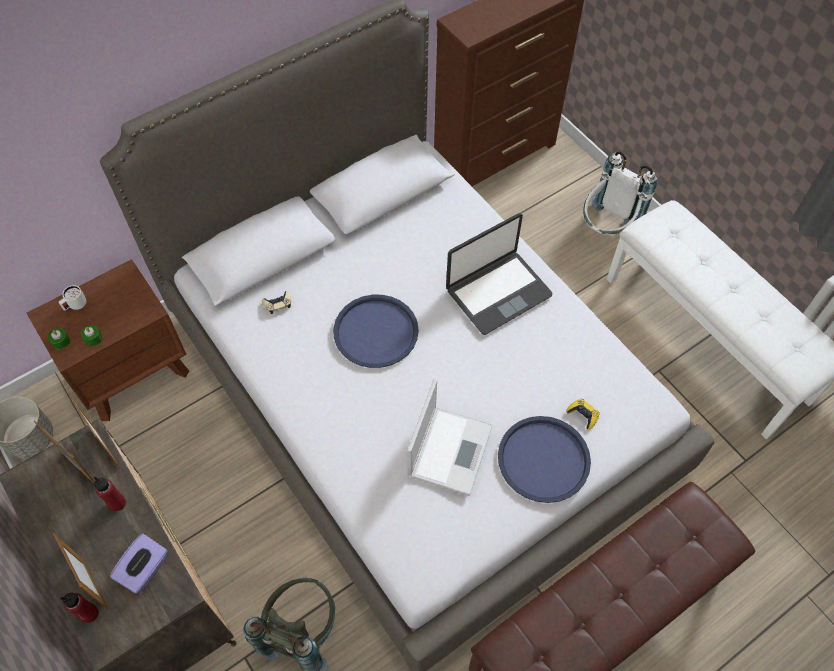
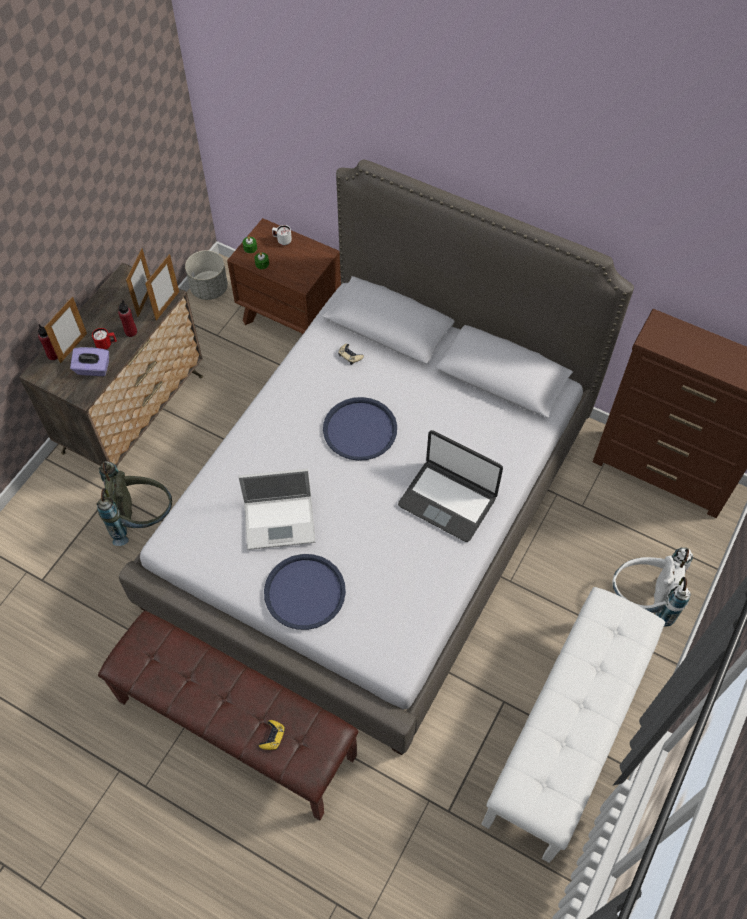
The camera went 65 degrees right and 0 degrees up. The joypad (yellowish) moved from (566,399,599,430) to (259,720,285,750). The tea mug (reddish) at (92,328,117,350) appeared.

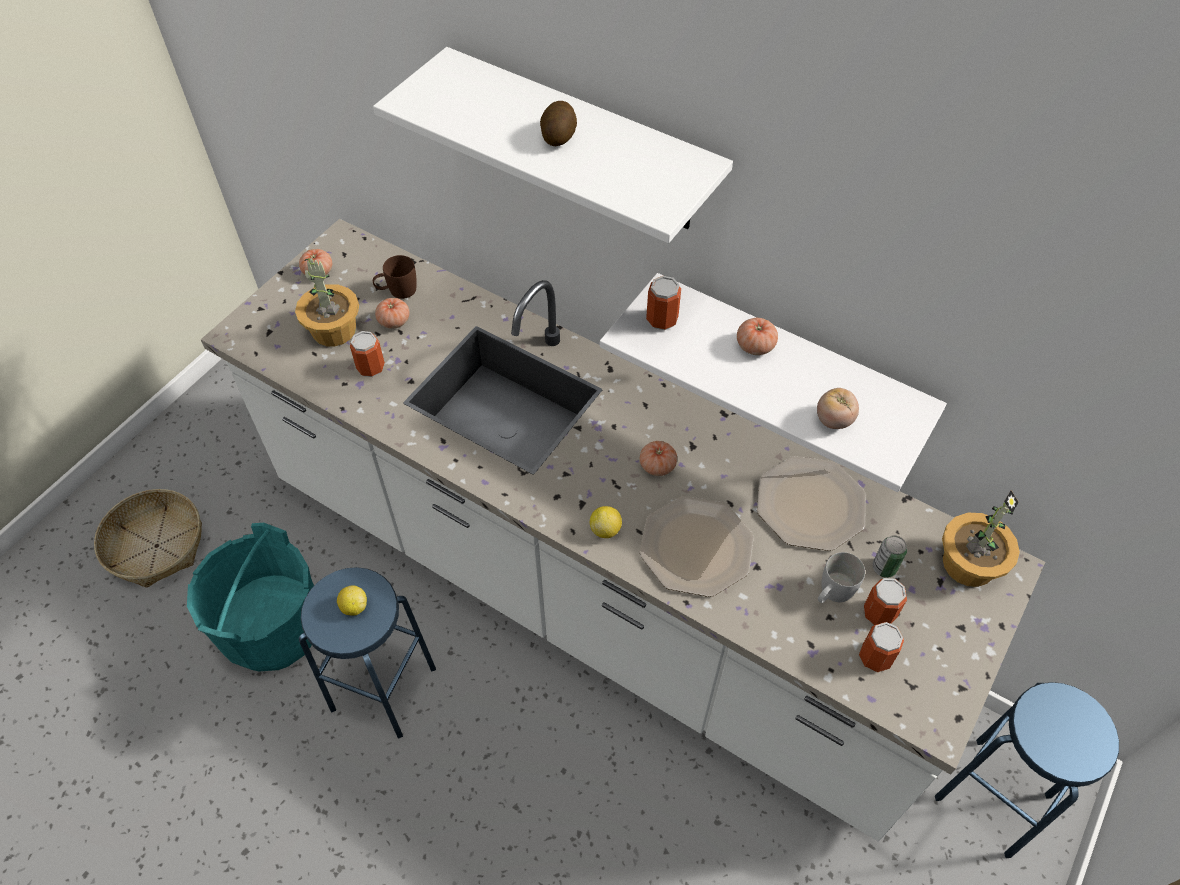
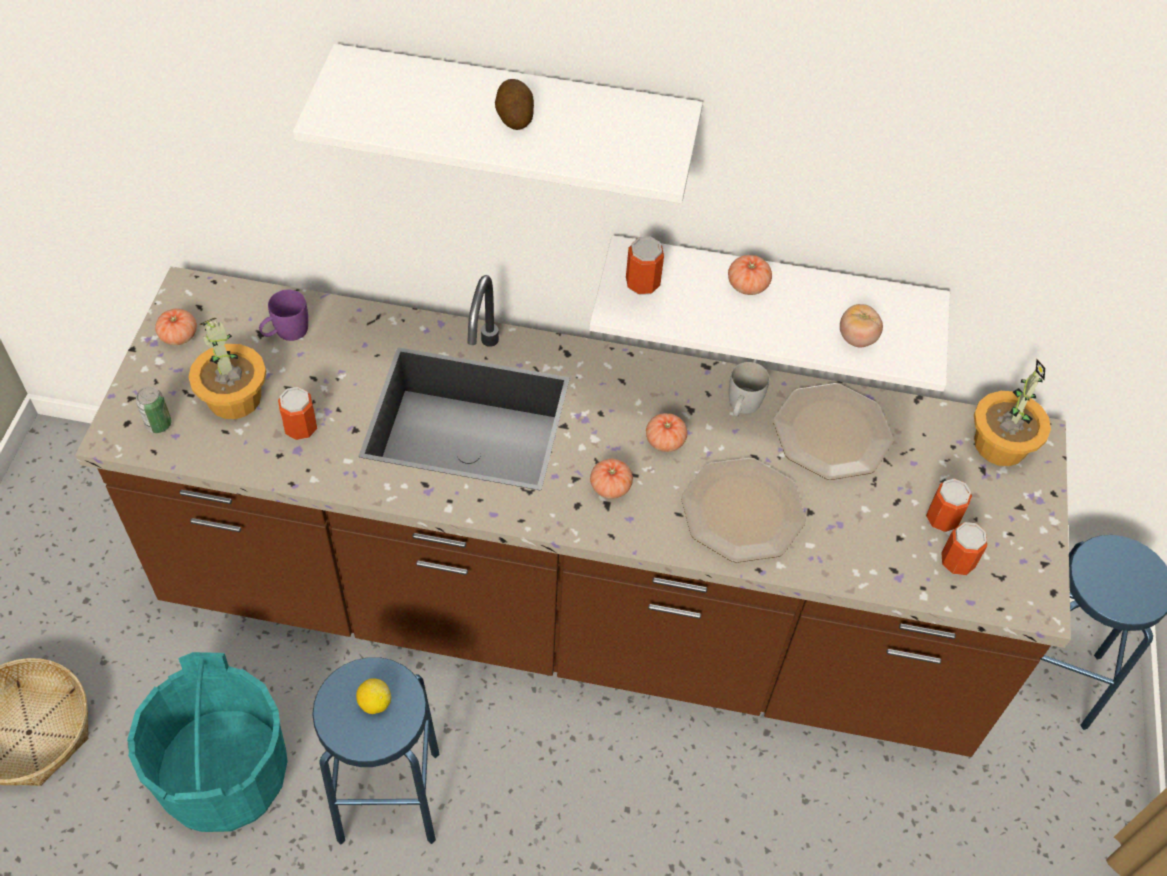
The camera went 25 degrees left and 0 degrees up. The kitchen counter (whitish) at (200,219,1045,841) became the kitchen counter (brown) at (75,266,1071,757). The tea mug (brown) at (373,255,417,299) became the tea mug (purple-coloured) at (259,290,308,341). The fresh tomato moved from (375,298,409,329) to (590,459,633,499). The citrus fruit at (590,506,622,538) disappeared. The tea mug (whitish) moved from (818,552,865,603) to (729,362,770,417). The sealed can moved from (872,535,907,578) to (136,386,172,433).

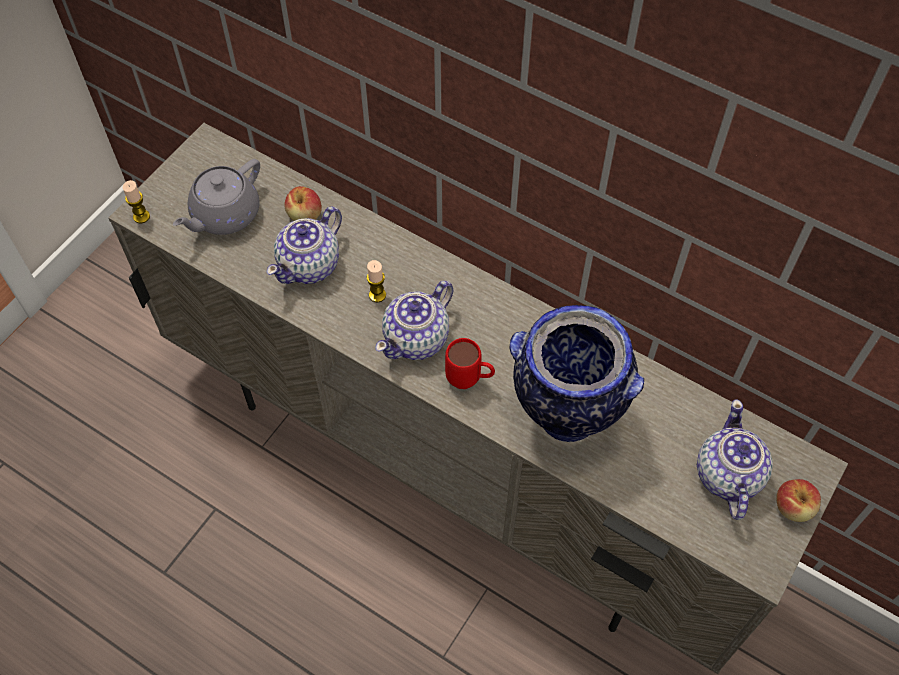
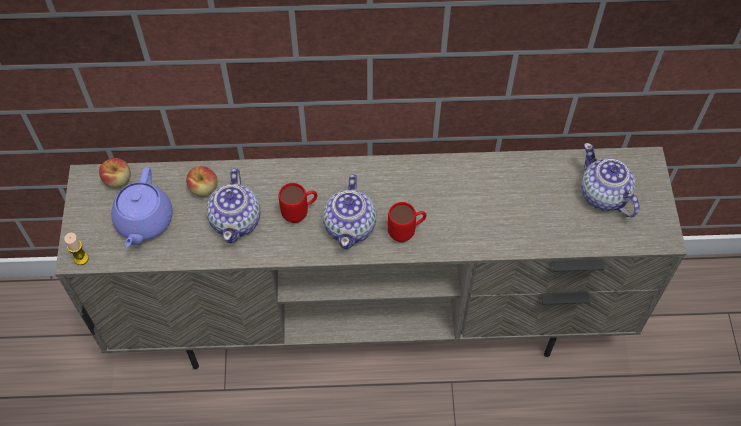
The camera went 35 degrees left and 0 degrees up. The pot for tea (greyish) at (173,159,260,235) became the pot for tea (purple-coloured) at (111,167,173,247). The wax candle at (367,260,386,302) was replaced by the tea mug (reddish) at (278,183,317,223). The decorative vase at (510,305,644,442) disappeared. The whole apple moved from (776,479,821,522) to (99,158,131,188).

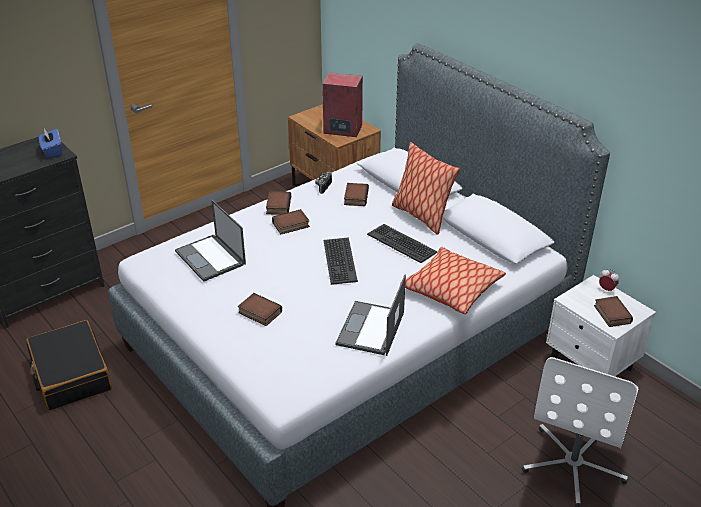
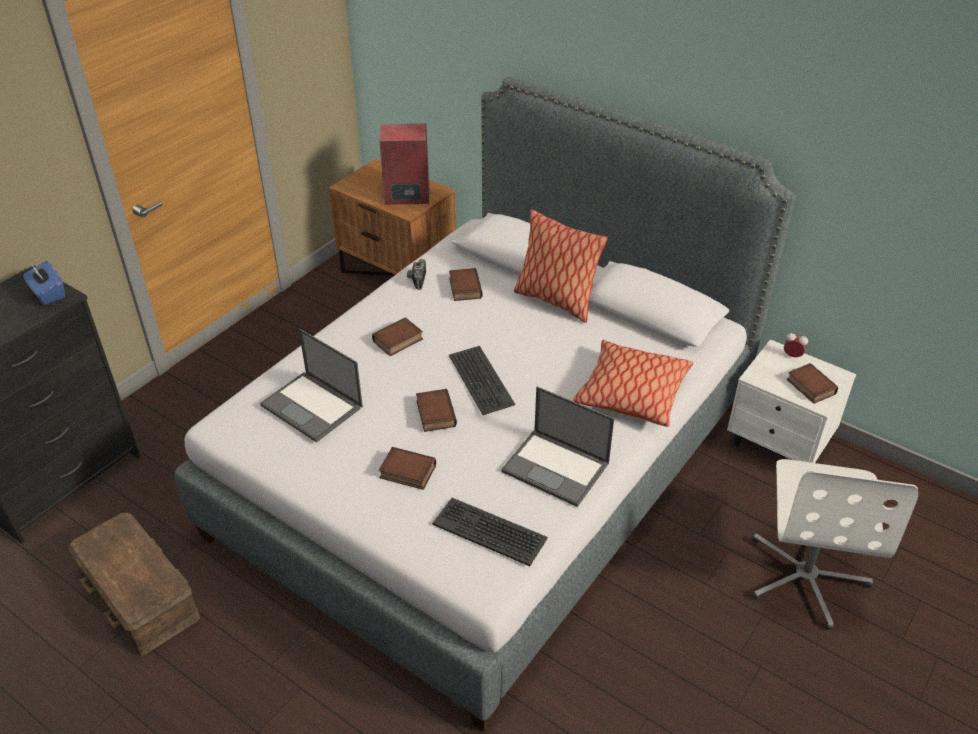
The camera went 15 degrees left and 5 degrees up. The travel case (black-coloured) at (26,320,112,411) was replaced by the storage box (brown) at (68,513,200,656). The bound book moved from (266,191,291,215) to (416,389,457,432). The laptop at (335,275,406,356) turned 60 degrees counterclockwise. The computer keyboard moved from (367,224,437,263) to (432,498,548,566).

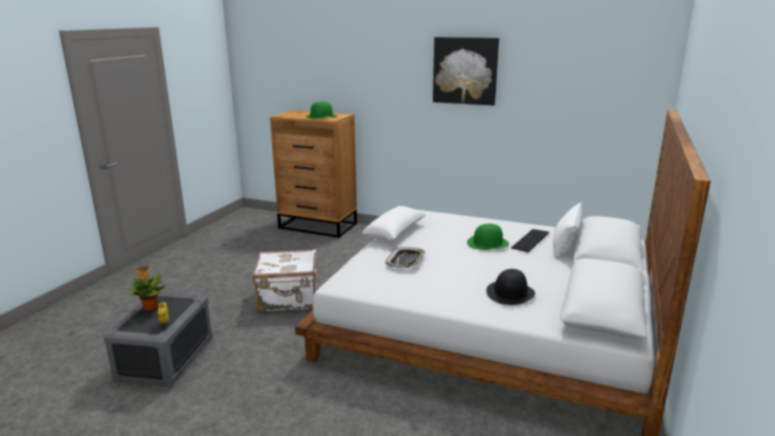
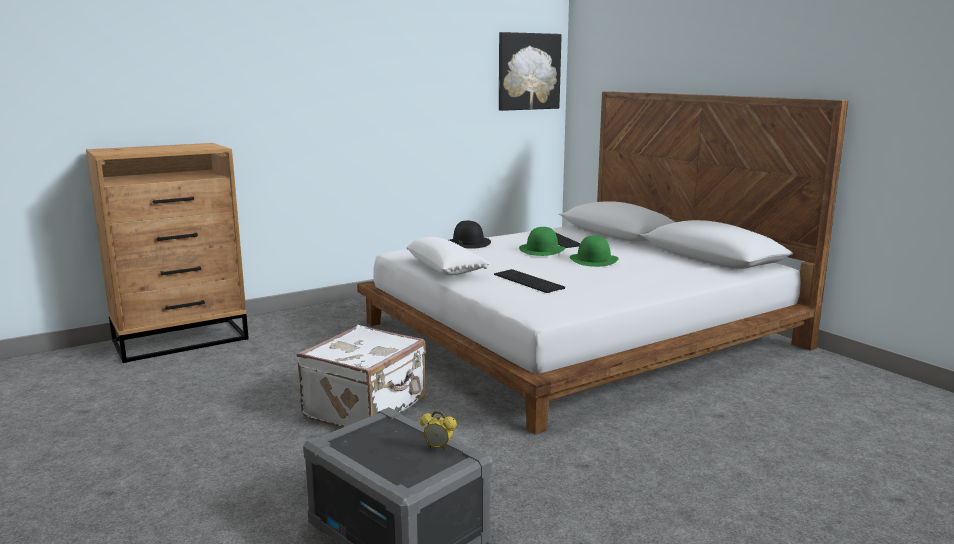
The camera went 55 degrees left and 5 degrees down. The houseplant at (128,266,166,311) disappeared. The hat (green) moved from (306,101,338,119) to (570,235,618,267). The serving tray at (386,247,425,268) was replaced by the computer keyboard at (494,269,565,293). The wall picture moved from (433,37,499,106) to (499,32,562,111). The hat (black-coloured) moved from (486,269,535,305) to (449,221,491,249). The cushion (whitish) at (553,203,583,259) disappeared.

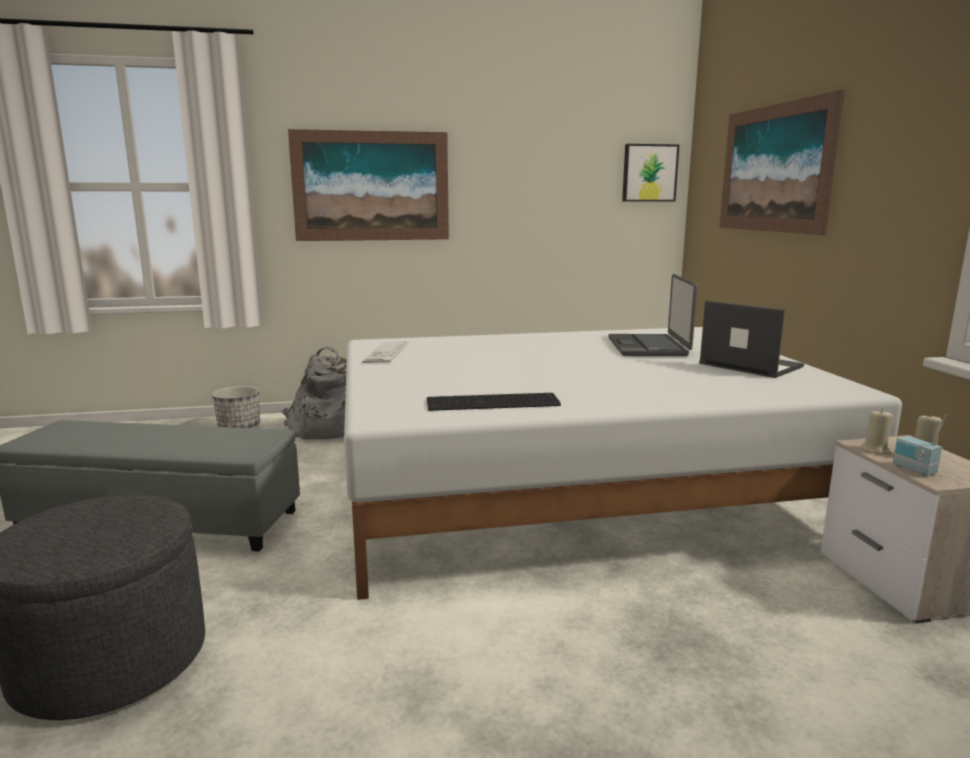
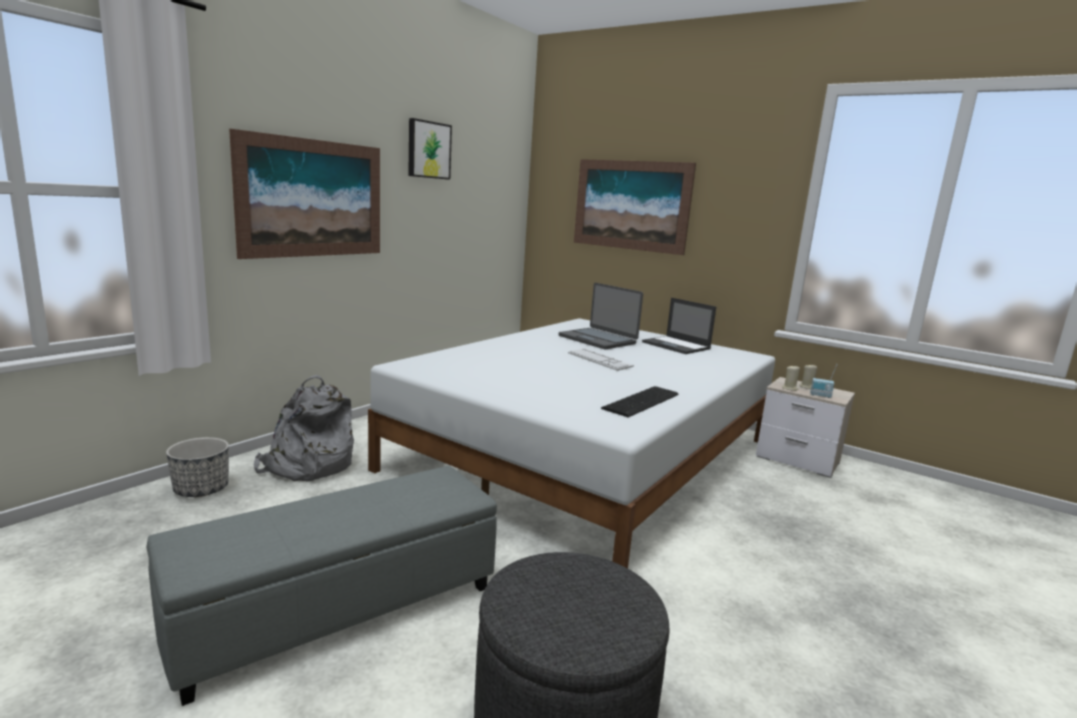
The camera went 45 degrees left and 0 degrees up. The computer keyboard moved from (362,341,409,363) to (568,348,634,371). The wall picture moved from (622,144,679,201) to (408,118,452,180). The laptop at (699,300,804,378) turned 135 degrees counterclockwise.

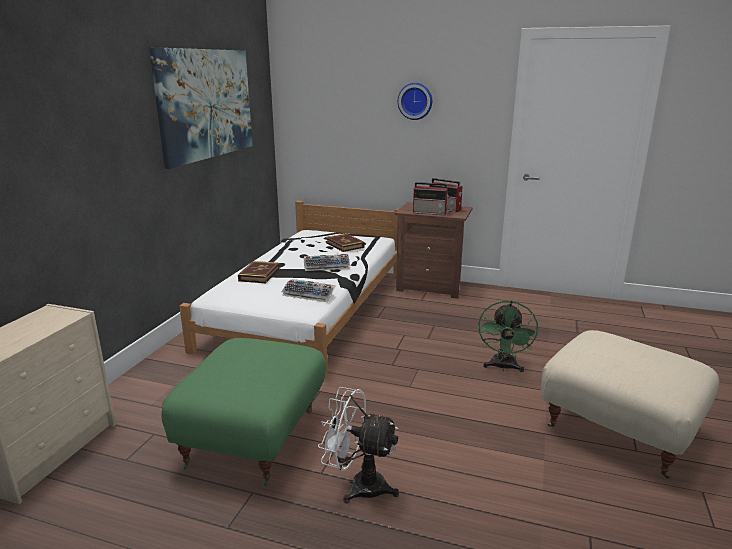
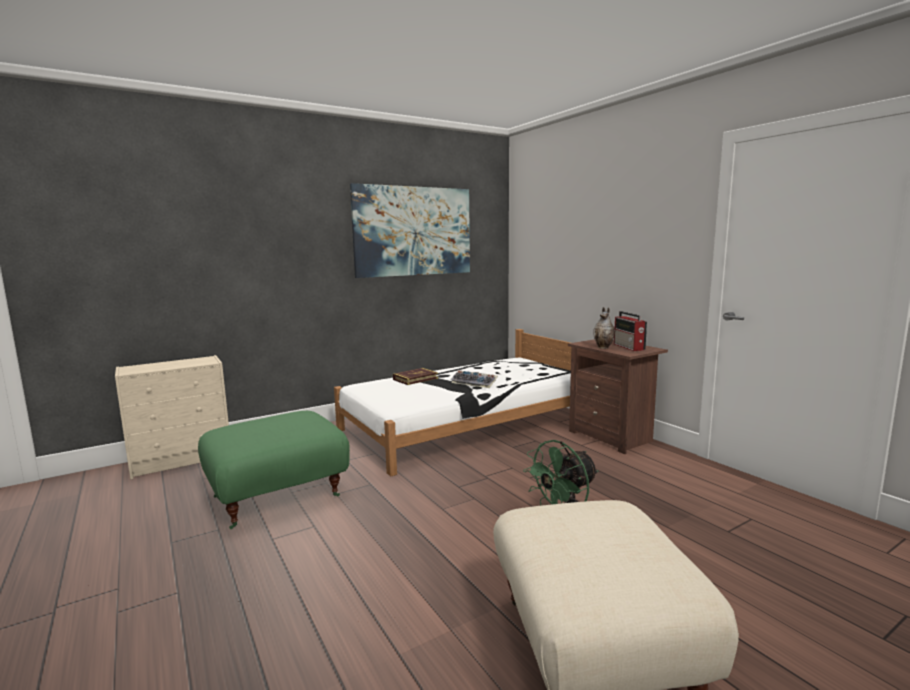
The camera went 40 degrees right and 10 degrees down. The computer keyboard at (282,279,336,302) disappeared. The fan (whitish) at (318,387,399,504) disappeared. The bound book at (325,233,364,252) disappeared. The hanging clock at (398,83,432,120) disappeared. The radio at (413,182,449,215) was replaced by the decorative vase at (593,307,615,349).

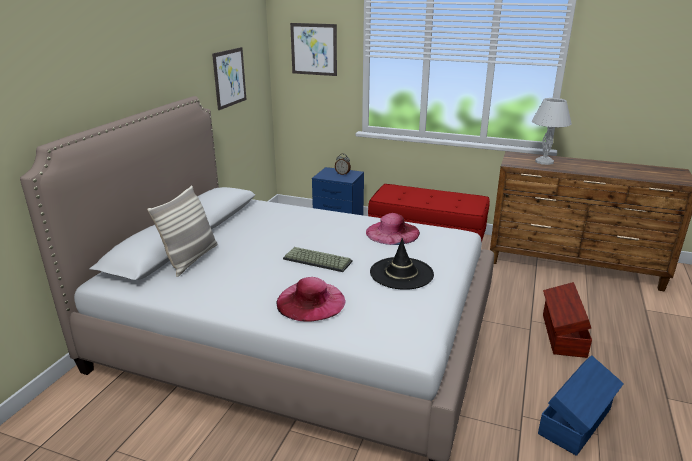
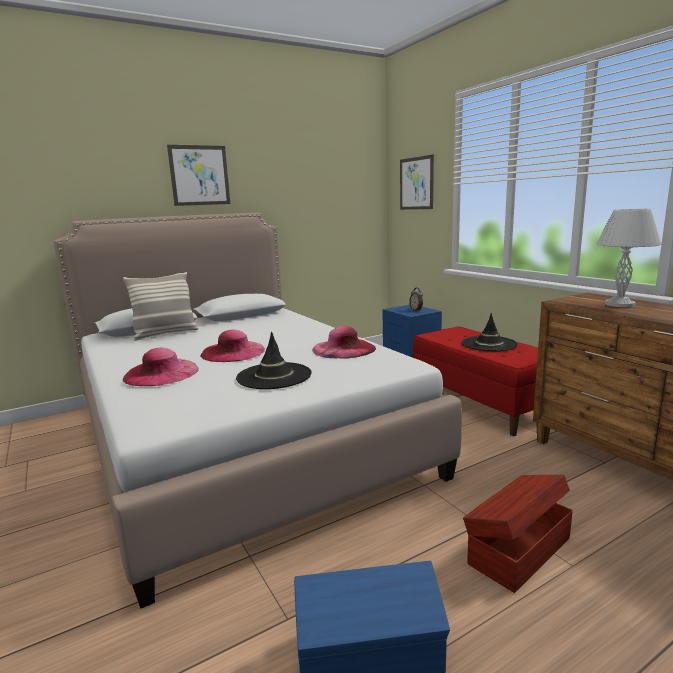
The camera went 40 degrees right and 10 degrees down. The wall picture moved from (212,47,246,110) to (167,145,230,206). The computer keyboard at (283,247,352,272) was replaced by the hat (pinkish) at (200,329,265,362). The hat (black-coloured) at (462,313,518,351) appeared.

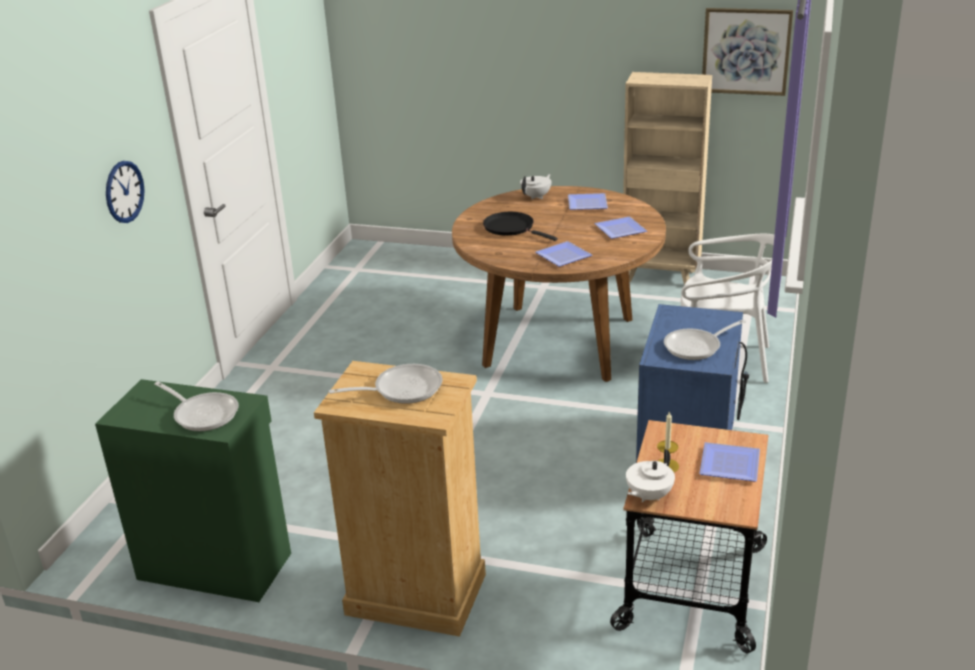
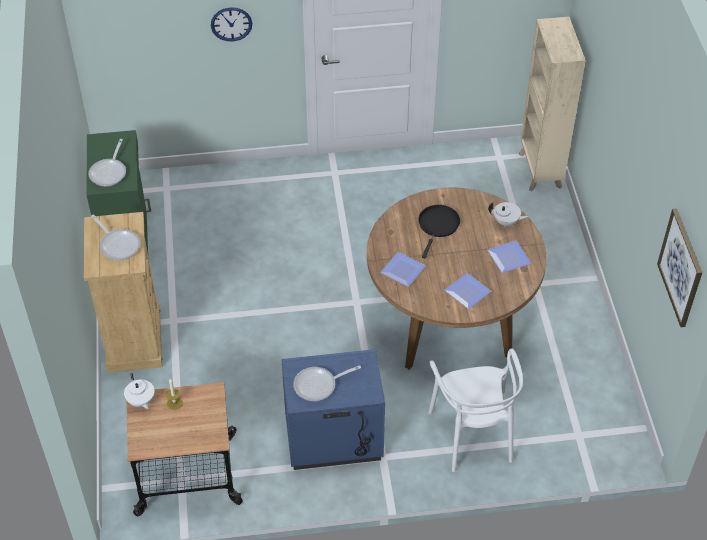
The camera went 65 degrees right and 20 degrees up. The bookshelf (beige) moved from (623,72,712,285) to (518,17,586,191). The pot for tea (whitish) at (626,449,675,502) turned 135 degrees counterclockwise. The skillet at (664,319,746,360) turned 60 degrees counterclockwise. The flat dish at (699,442,760,482) disappeared.

